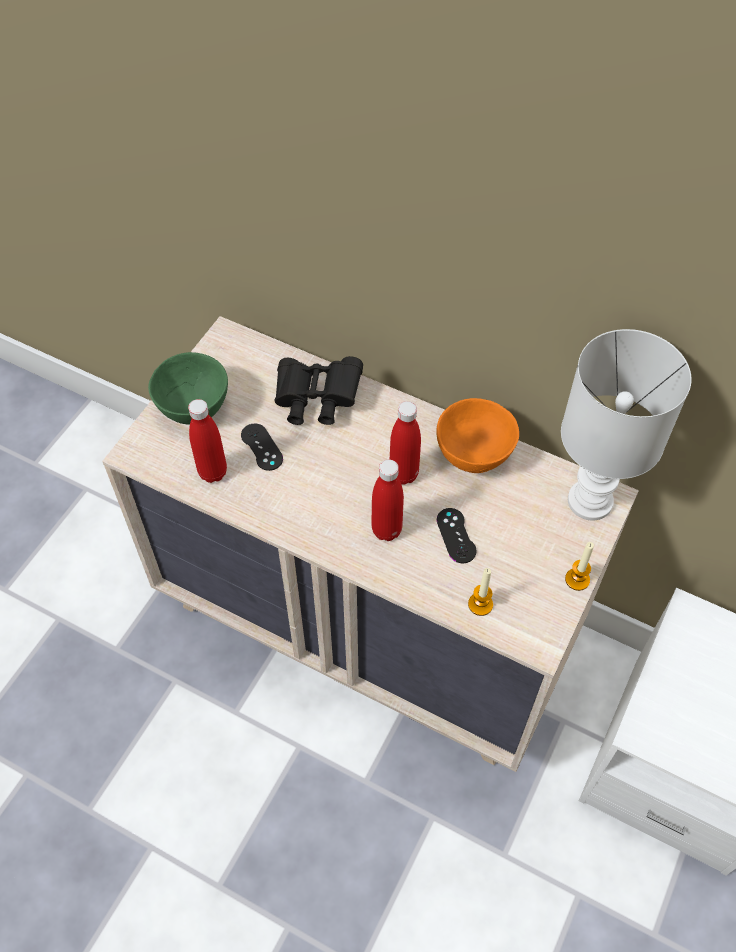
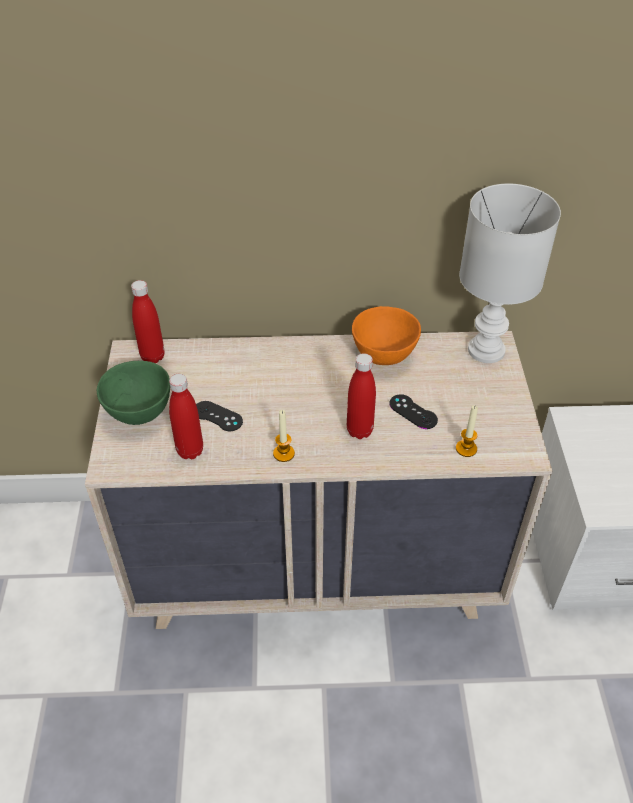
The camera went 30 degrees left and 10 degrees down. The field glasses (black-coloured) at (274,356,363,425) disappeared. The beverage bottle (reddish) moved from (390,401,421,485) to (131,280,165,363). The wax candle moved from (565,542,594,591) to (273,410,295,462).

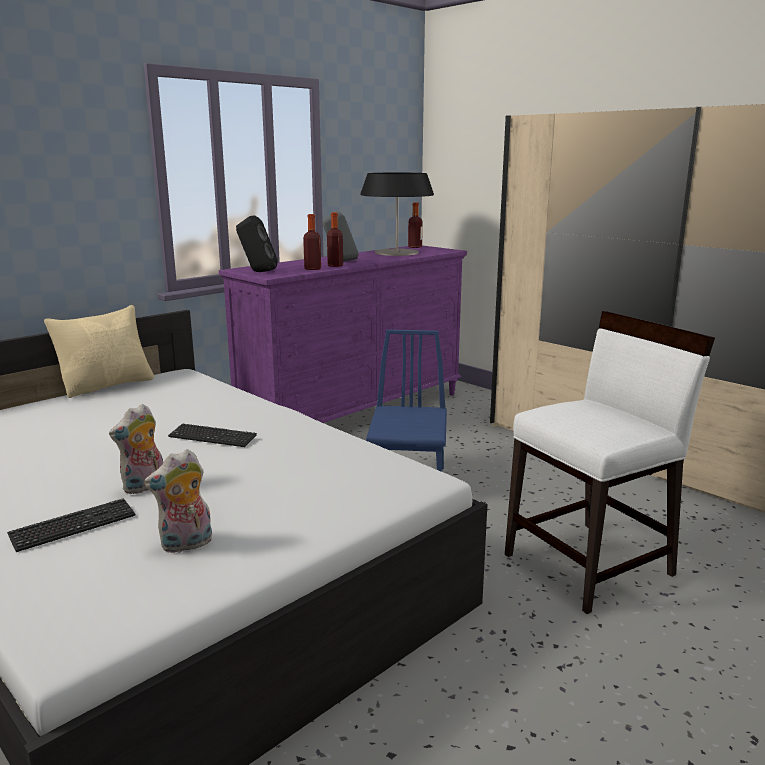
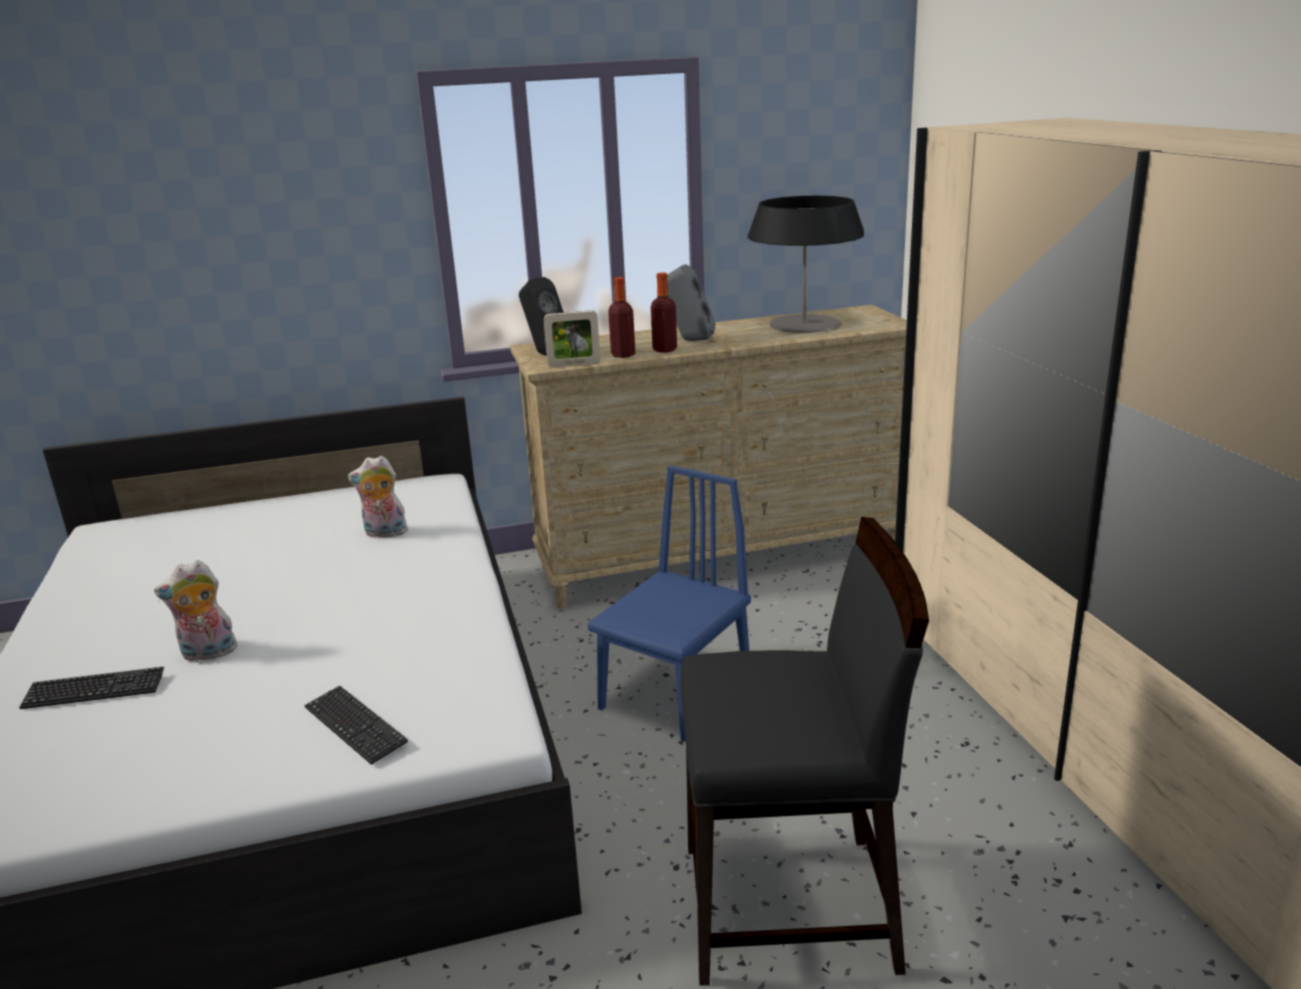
The camera went 30 degrees right and 5 degrees up. The cushion (beige) at (44,305,154,398) disappeared. The plush toy moved from (144,449,212,553) to (348,456,408,539). The computer keyboard moved from (168,423,257,447) to (304,686,408,765). The drawer chest (purple-coloured) at (219,245,467,423) became the drawer chest (beige) at (510,305,907,609). The beverage bottle at (408,202,423,248) disappeared. The plain chair (whitish) at (505,311,715,614) became the plain chair (black-coloured) at (681,517,929,986). The picture frame at (544,310,600,367) appeared.

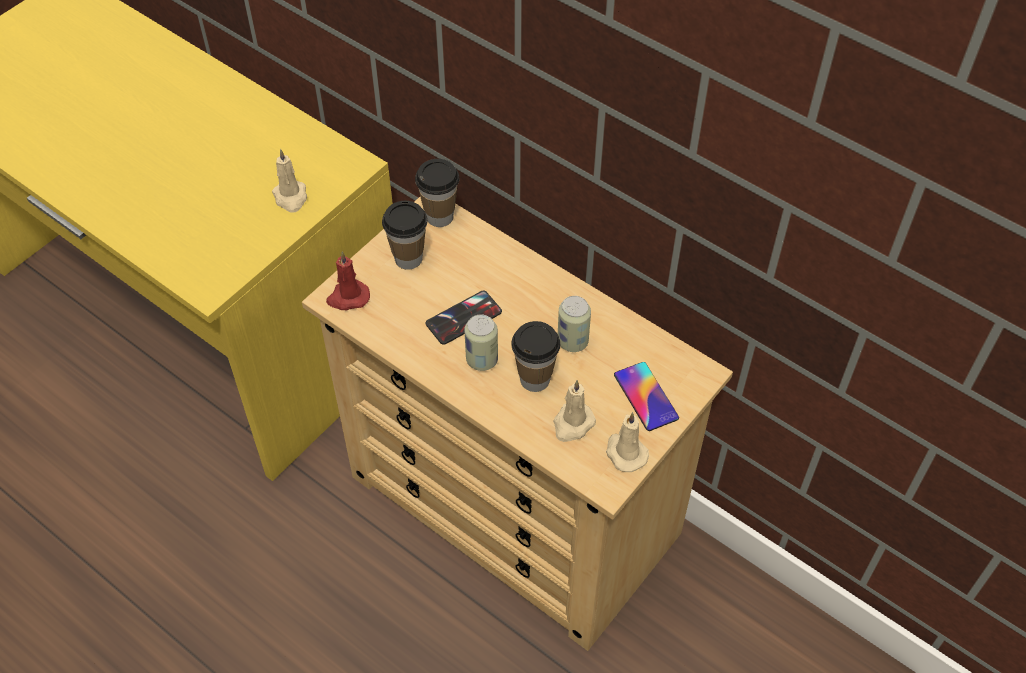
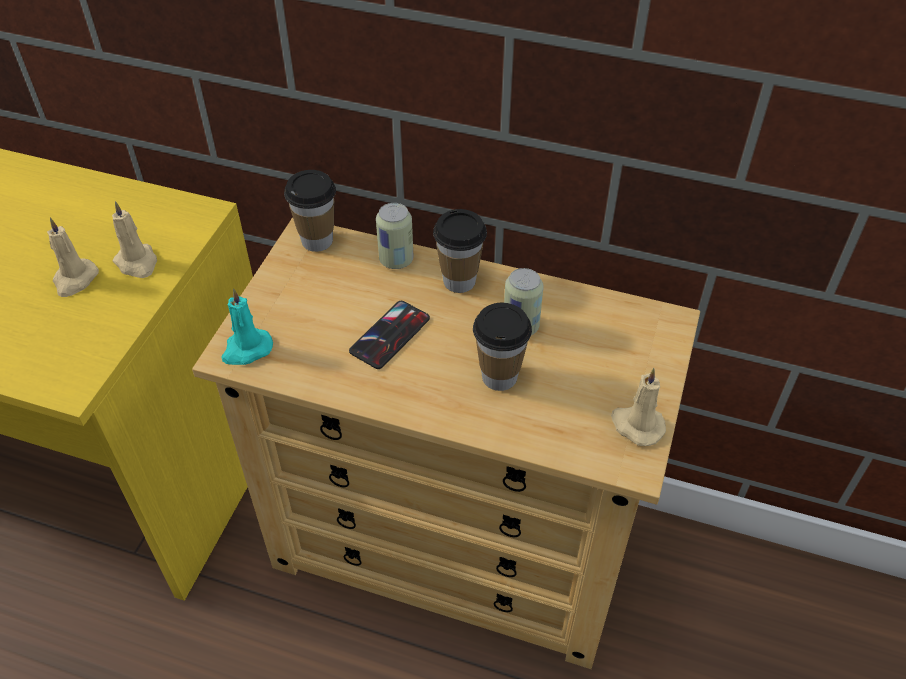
The camera went 20 degrees left and 5 degrees down. The wax candle (reddish) at (326,252,370,310) became the wax candle (turquoise) at (221,288,273,365). The small cup moved from (382,201,428,270) to (433,209,487,293). The sealed can moved from (464,314,498,371) to (376,203,414,269). The wax candle (beige) moved from (553,380,596,442) to (47,218,99,297). The phone at (614,362,679,431) disappeared.

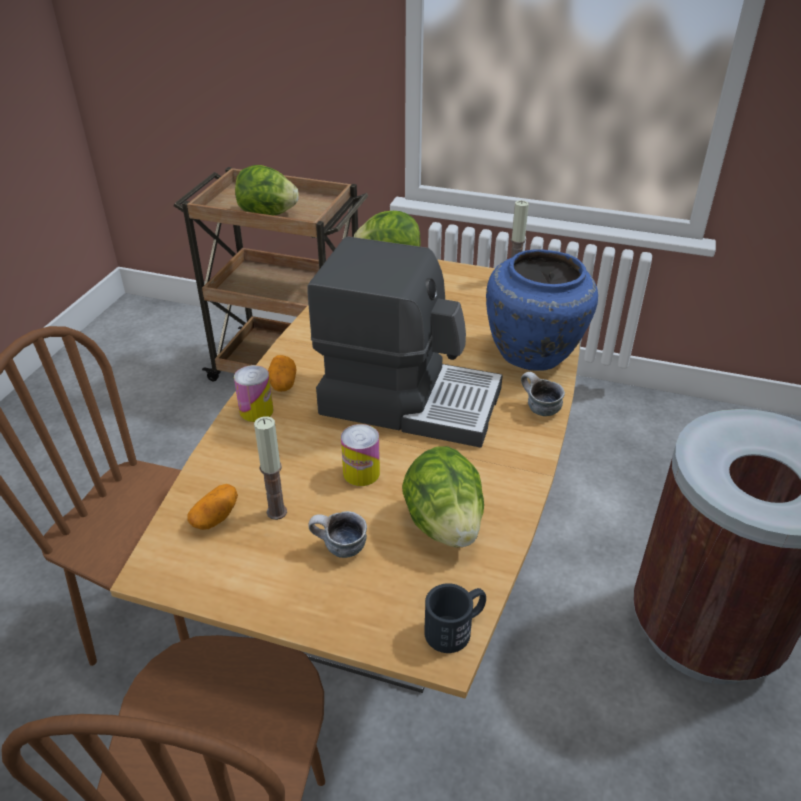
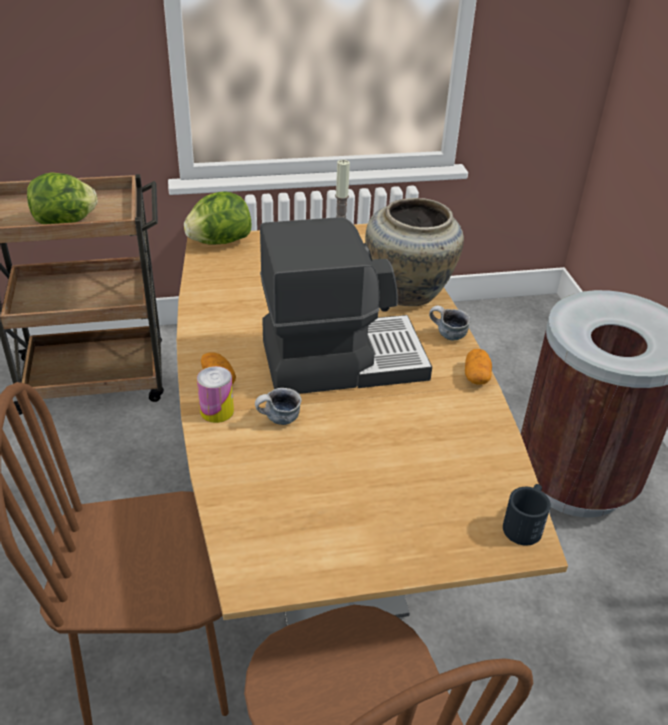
The camera went 30 degrees left and 0 degrees up. The potato moved from (188,484,238,530) to (465,349,492,384). The wax candle at (254,416,287,520) disappeared. The tea mug moved from (308,511,367,558) to (255,388,302,425). The sealed can at (341,424,380,486) disappeared. The head of lettuce at (402,446,484,548) disappeared. The decorative vase (bluish) at (486,250,598,371) became the decorative vase (beige) at (365,198,464,306).

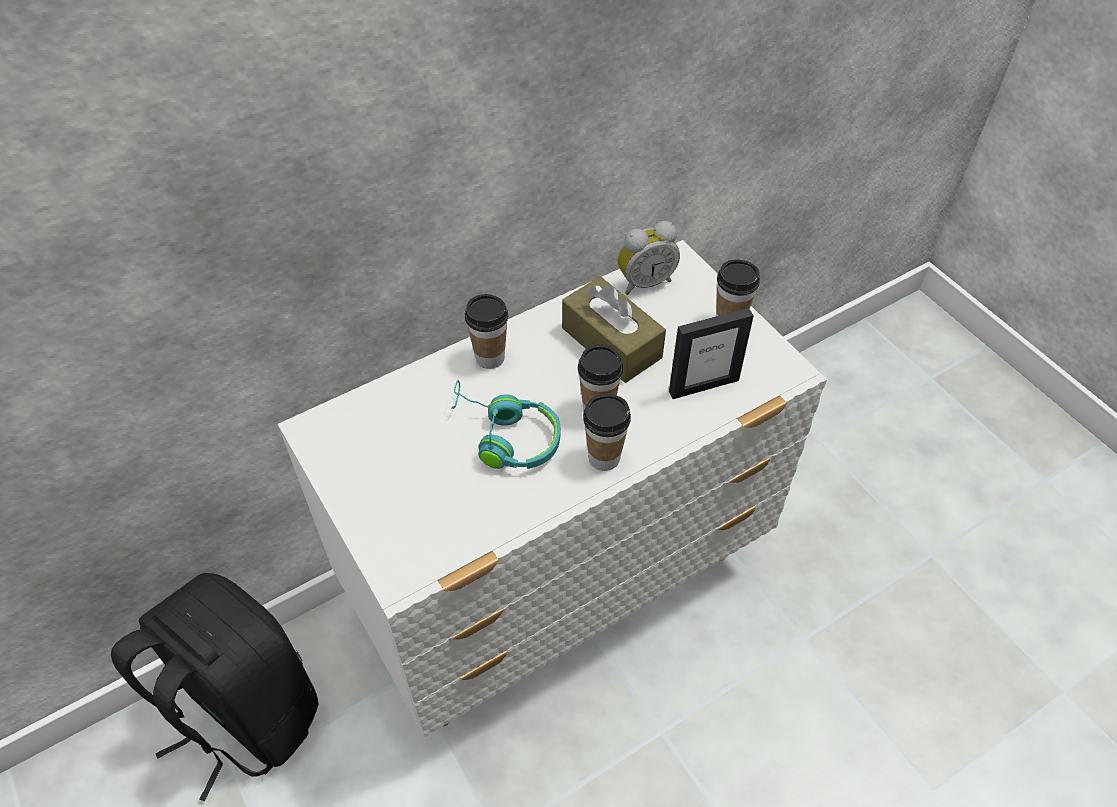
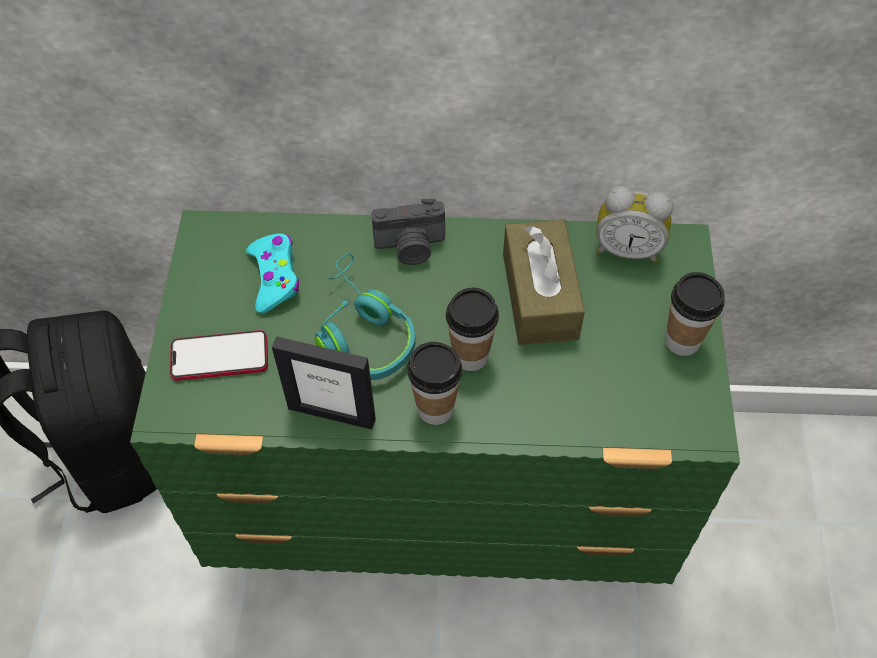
The camera went 35 degrees right and 5 degrees up. The drawer chest (whitish) at (278,240,827,737) became the drawer chest (green) at (130,210,740,584). The small cup at (465,294,508,369) was replaced by the photo camera at (371,199,445,265). The picture frame moved from (669,308,754,399) to (272,336,376,430). The phone at (170,330,268,381) appeared. The joypad (turquoise) at (246,234,299,314) appeared.

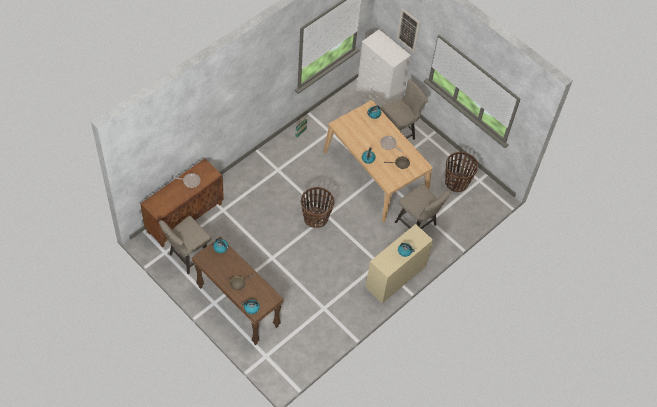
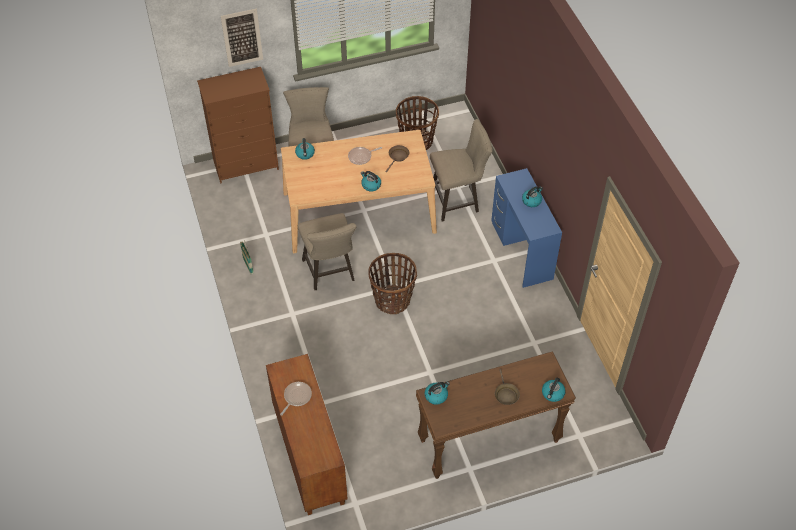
The camera went 60 degrees left and 5 degrees down. The stool seat (beige) moved from (159,216,212,274) to (298,213,357,290). The drawer chest (whitish) at (356,29,411,107) became the drawer chest (brown) at (197,67,279,183). The desk unit (beige) at (365,224,433,303) became the desk unit (bluish) at (491,168,562,288).

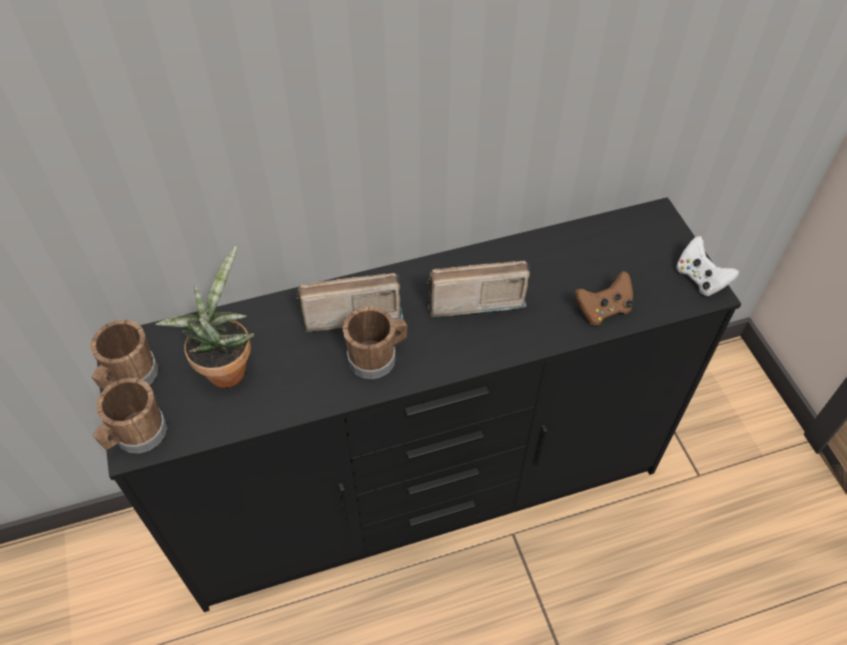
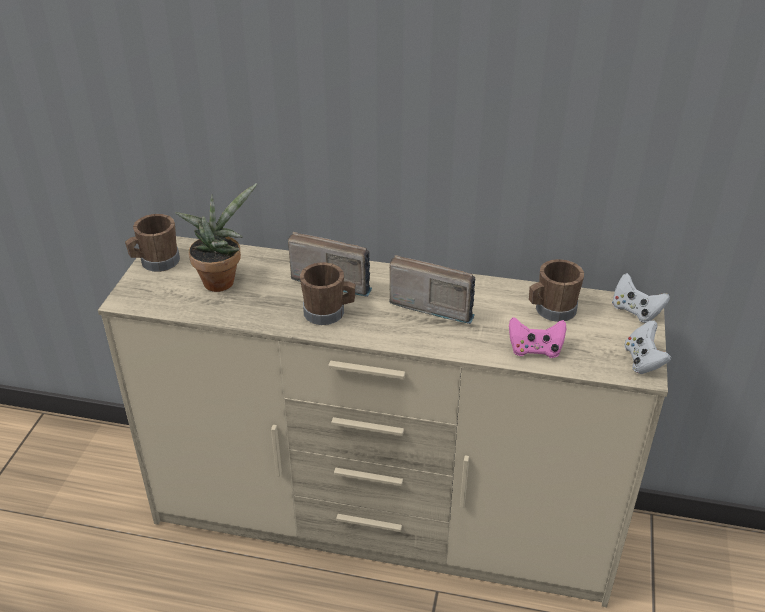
The camera went 30 degrees right and 15 degrees down. The tea mug (brown) moved from (93,378,167,454) to (529,259,584,322). The drawer chest (black-coloured) at (97,197,741,612) became the drawer chest (beige) at (98,236,668,607). The joypad (brown) at (575,271,634,325) became the joypad (pinkish) at (509,317,566,358). The joypad (whitish) at (612,273,670,323) appeared.

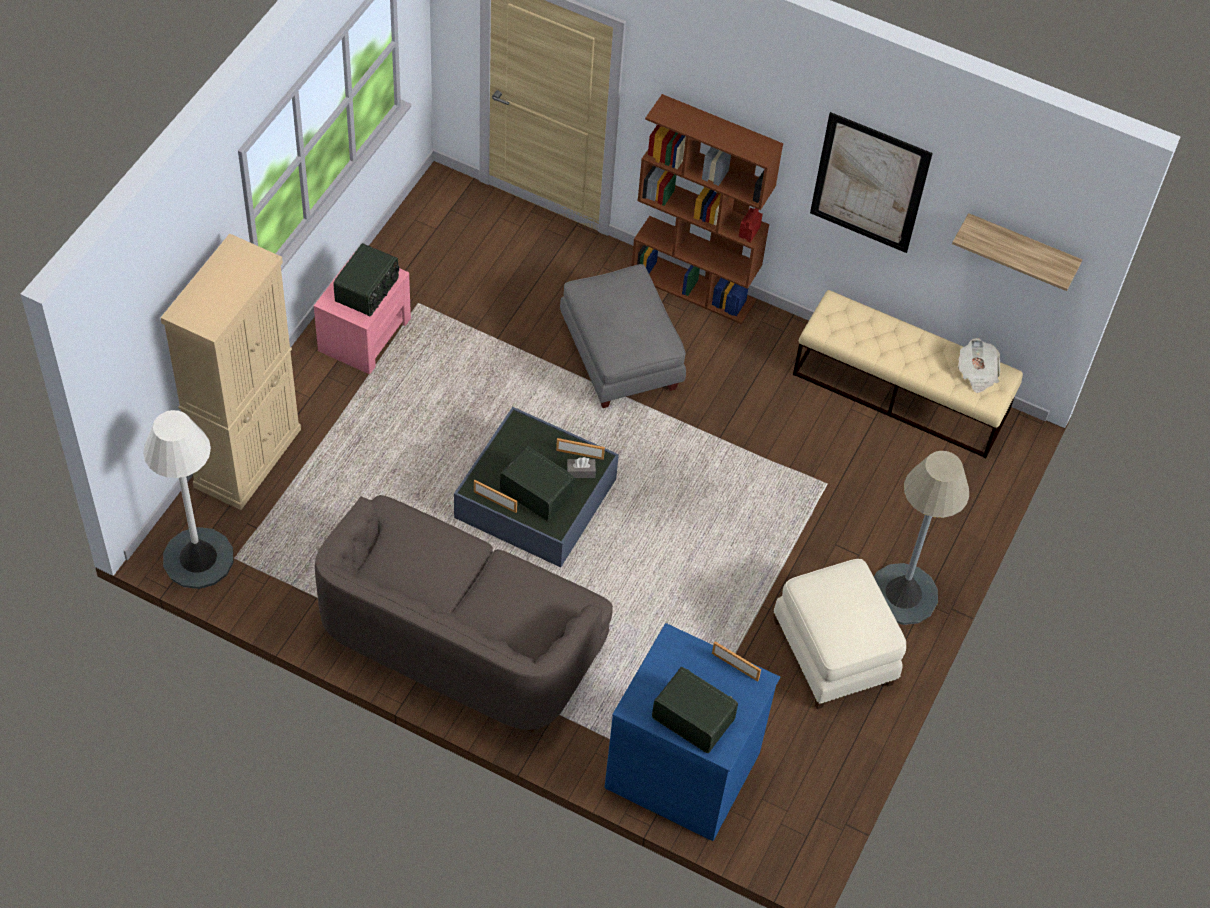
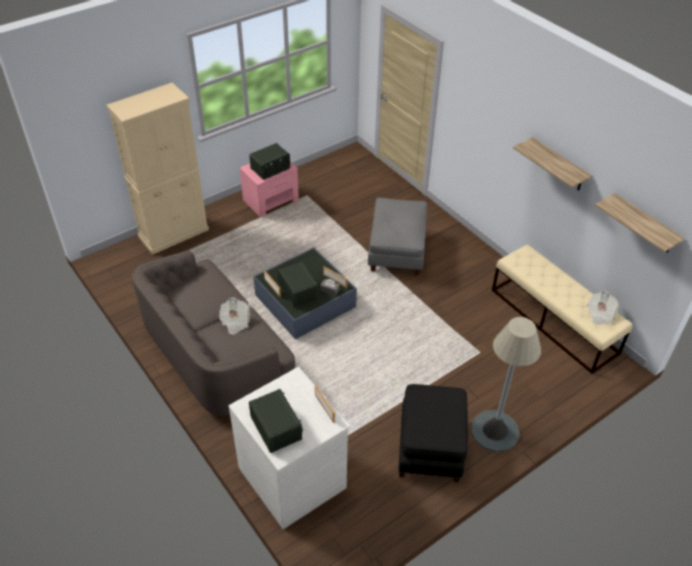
The camera went 30 degrees right and 10 degrees down. The floor lamp (whitish) at (143,410,233,589) disappeared. The drawer chest (bluish) at (605,623,780,841) became the drawer chest (whitish) at (229,367,351,529). The bookshelf (brown) at (632,94,783,324) disappeared. The footrest (whitish) at (773,559,906,709) became the footrest (black-coloured) at (398,384,468,483). The wall picture at (810,112,933,253) was replaced by the shelf at (513,137,592,191). The newspaper at (219,298,250,335) appeared.

